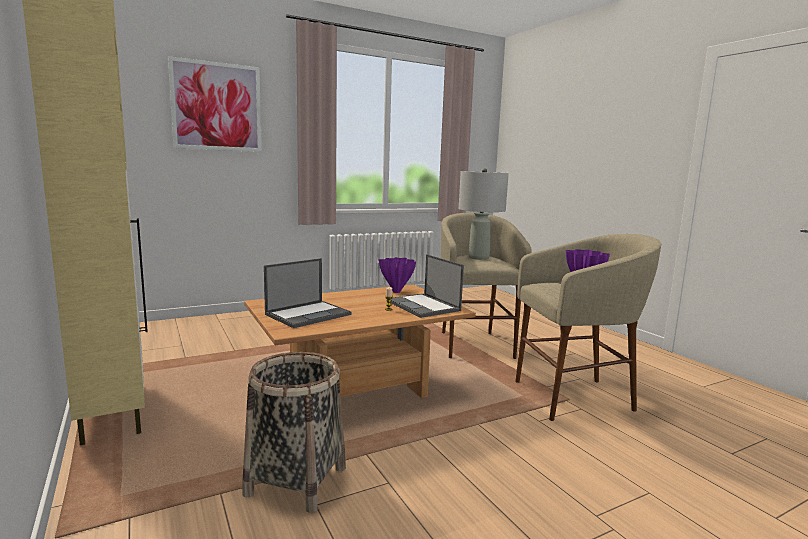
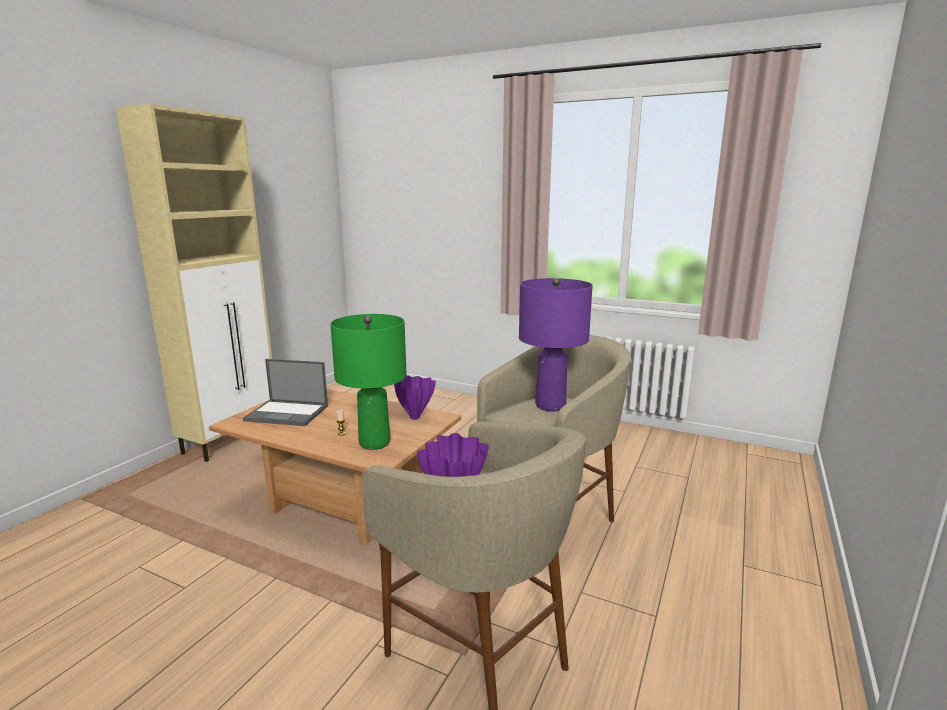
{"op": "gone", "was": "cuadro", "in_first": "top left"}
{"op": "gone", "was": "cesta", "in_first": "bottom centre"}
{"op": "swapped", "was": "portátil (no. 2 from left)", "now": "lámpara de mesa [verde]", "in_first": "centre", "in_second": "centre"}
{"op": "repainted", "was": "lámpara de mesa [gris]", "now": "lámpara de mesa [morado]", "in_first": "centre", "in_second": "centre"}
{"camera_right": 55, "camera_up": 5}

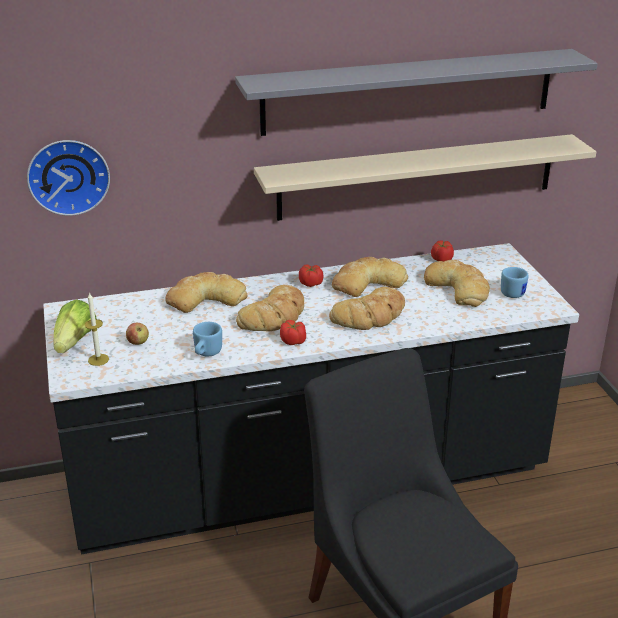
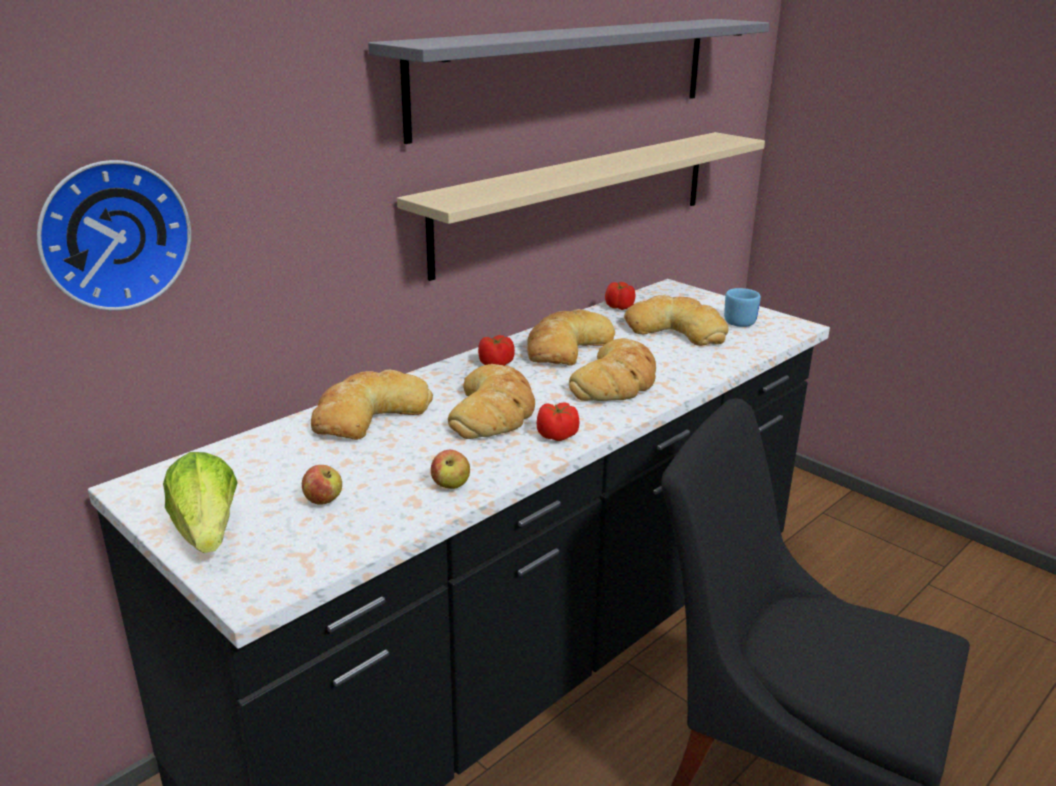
{"op": "gone", "was": "vela", "in_first": "middle left"}
{"op": "swapped", "was": "taza grande [azul] (no. 1 from left)", "now": "manzana (no. 2 from left)", "in_first": "centre", "in_second": "centre"}
{"camera_right": -30, "camera_up": -5}

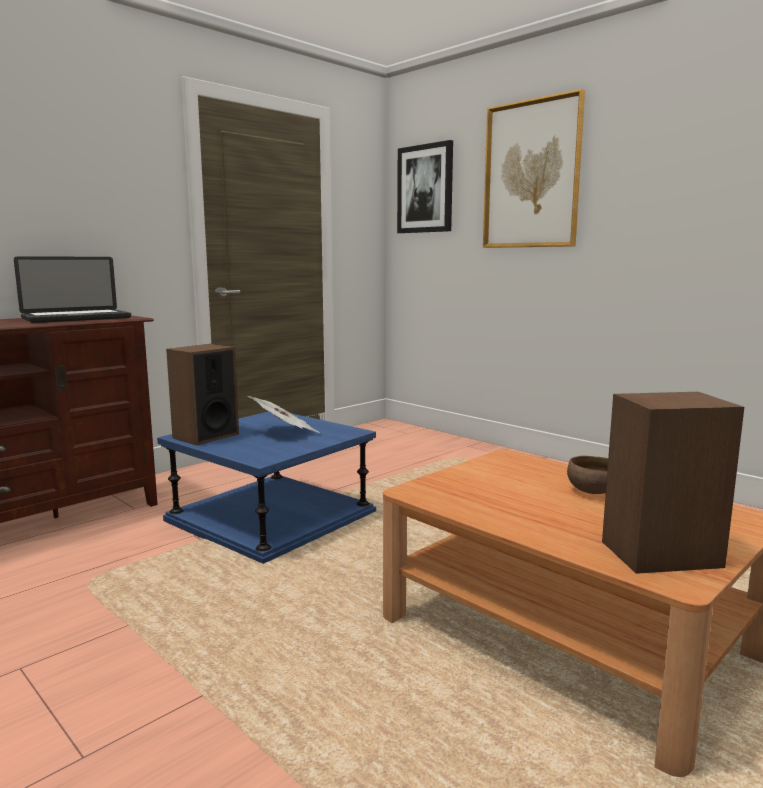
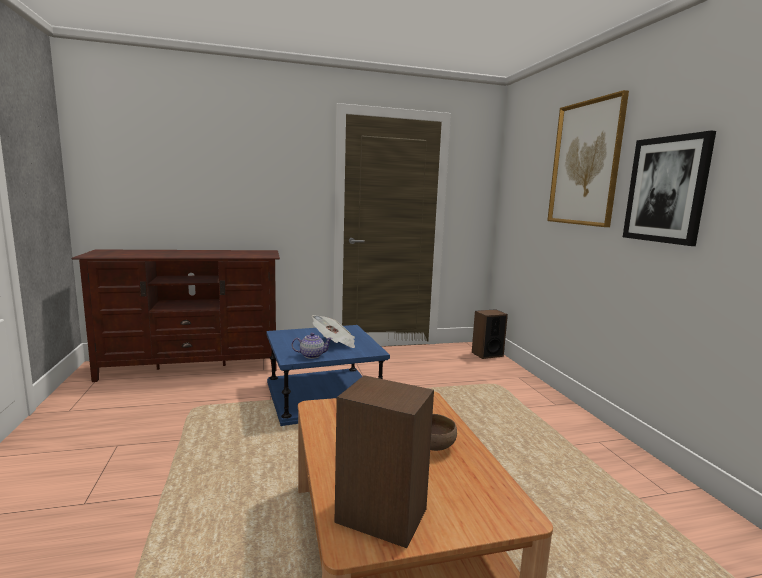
{"op": "gone", "was": "portátil", "in_first": "middle left"}
{"op": "shifted", "was": "altavoz (no. 1 from left in the first image)", "now": "altavoz (no. 2 from left)", "in_first": "middle left", "in_second": "centre"}
{"op": "shifted", "was": "cuadro (no. 1 from left in the first image)", "now": "cuadro (no. 2 from left)", "in_first": "top centre", "in_second": "top right"}
{"op": "new", "now": "tetera", "in_second": "centre"}
{"camera_right": 30, "camera_up": 0}

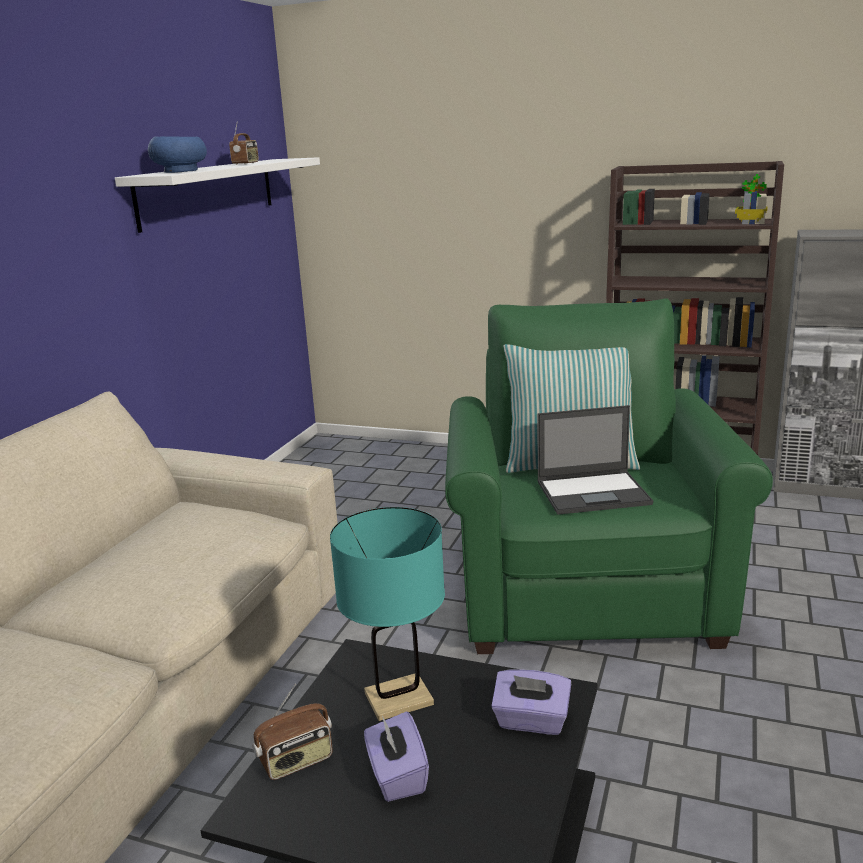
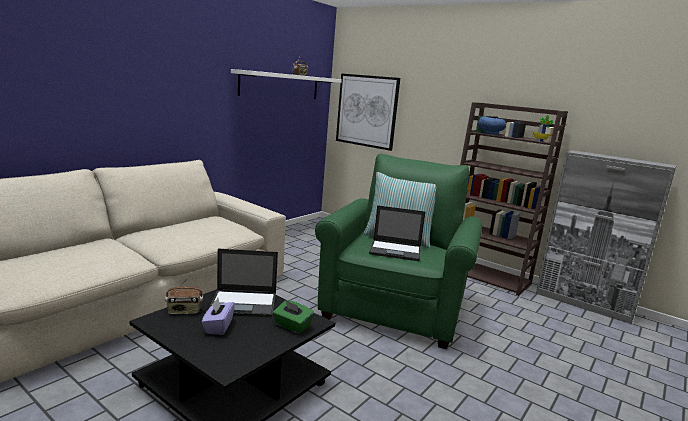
{"op": "shifted", "was": "cuenco [azul]", "in_first": "top left", "in_second": "top right"}
{"op": "swapped", "was": "lámpara de mesa [turquesa]", "now": "portátil (no. 1 from left)", "in_first": "bottom centre", "in_second": "bottom centre"}
{"op": "repainted", "was": "caja de pañuelos [morado] (no. 2 from left)", "now": "caja de pañuelos [verde]", "in_first": "bottom centre", "in_second": "bottom centre"}
{"op": "new", "now": "cuadro", "in_second": "top centre"}
{"camera_right": 15, "camera_up": -5}

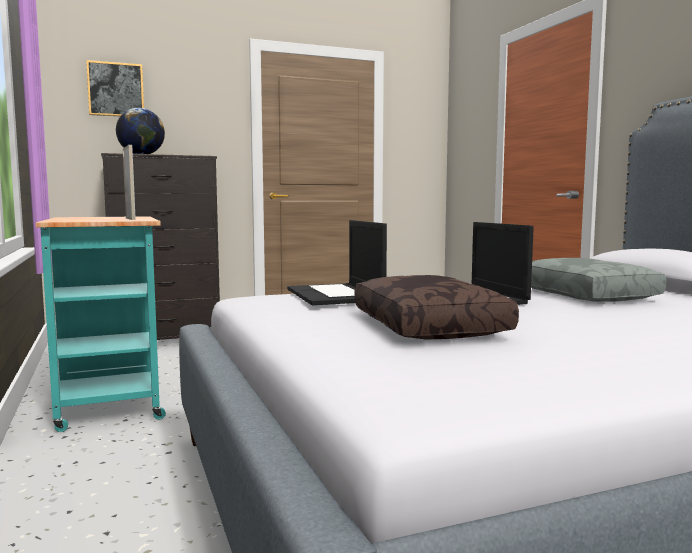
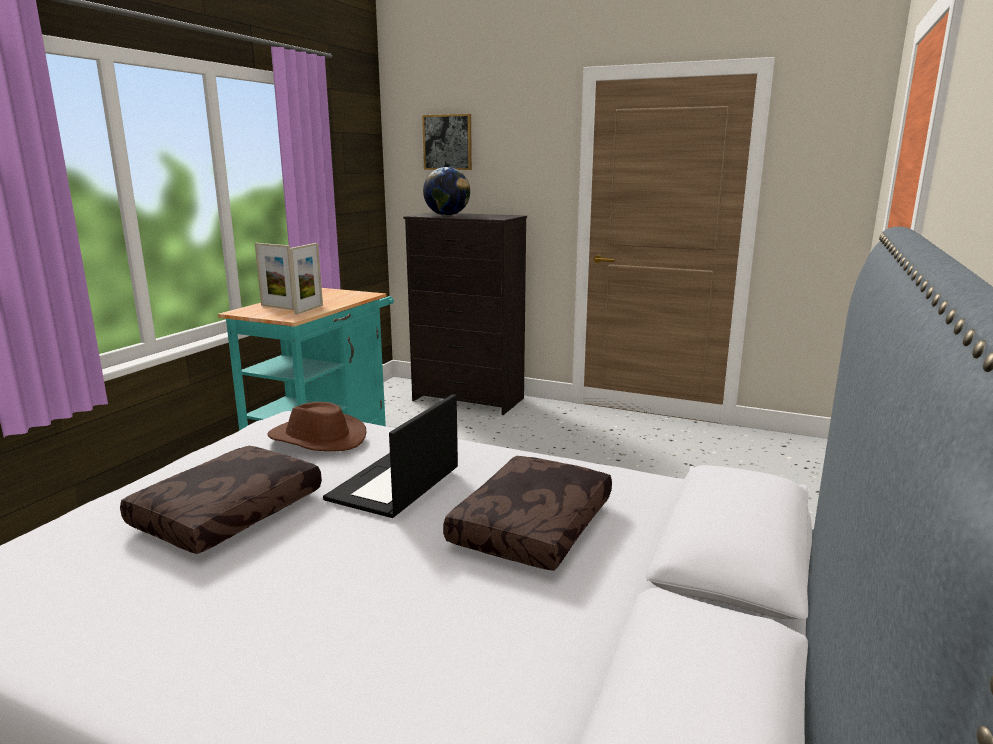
{"op": "swapped", "was": "portátil (no. 1 from left)", "now": "sombrero [marrón]", "in_first": "centre", "in_second": "middle left"}
{"op": "repainted", "was": "cojín [gris]", "now": "cojín [marrón] (no. 2 from left)", "in_first": "middle right", "in_second": "bottom centre"}
{"op": "new", "now": "portarretratos (no. 1 from left)", "in_second": "middle left"}
{"camera_right": 45, "camera_up": 10}

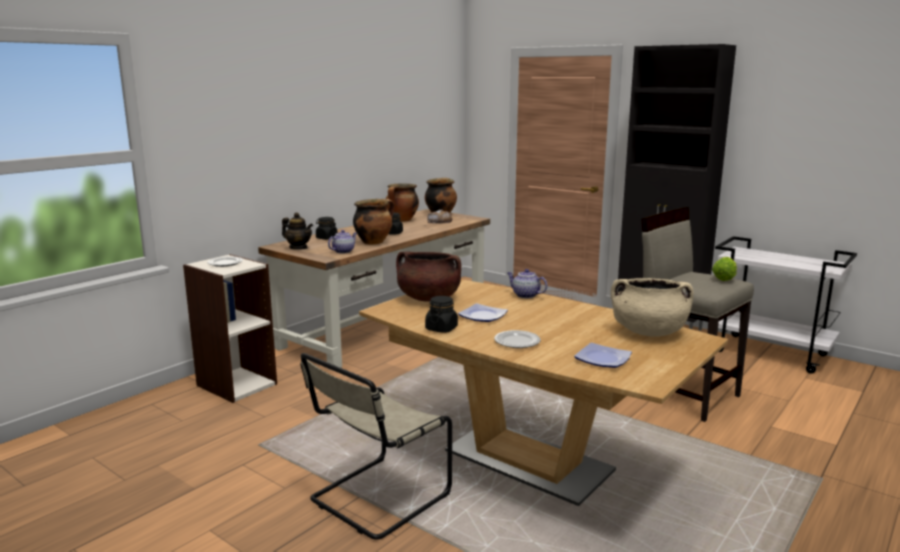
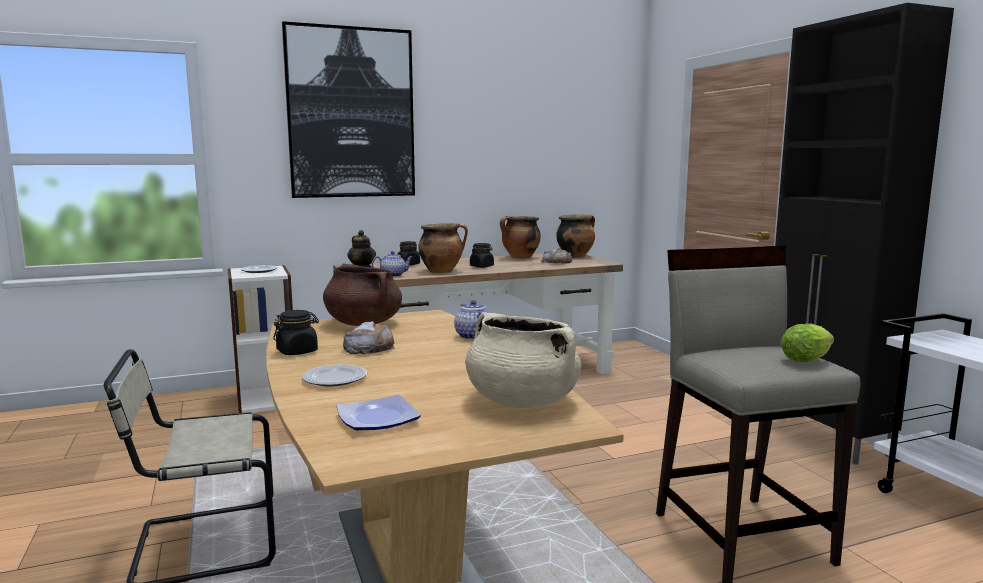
{"op": "swapped", "was": "plato (no. 2 from left)", "now": "pan (no. 1 from left)", "in_first": "centre", "in_second": "centre"}
{"op": "new", "now": "cuadro", "in_second": "top centre"}
{"camera_right": 30, "camera_up": -5}

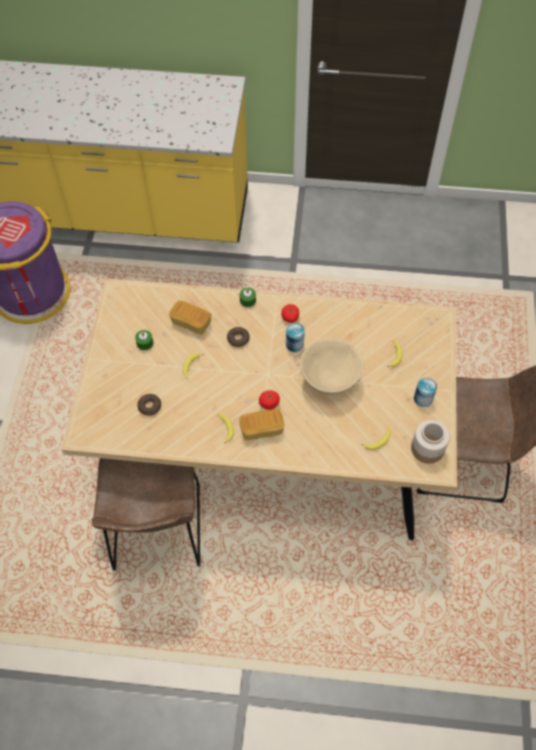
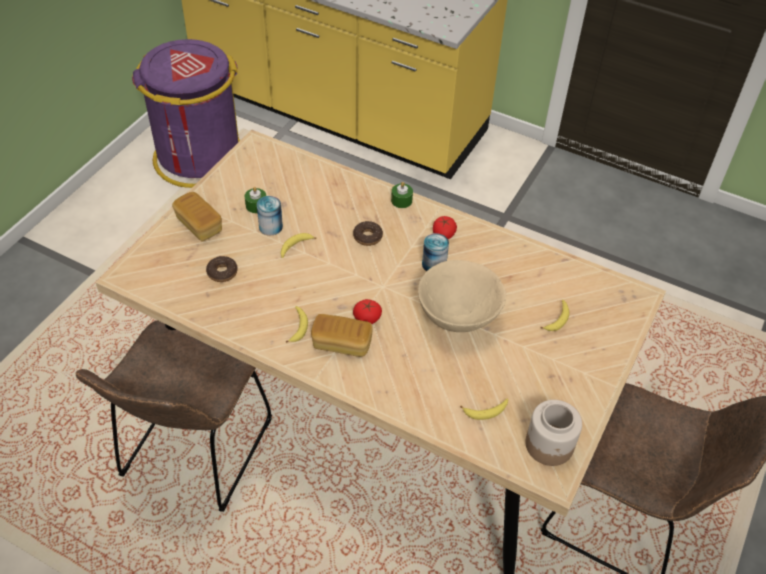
{"op": "shifted", "was": "pan (no. 1 from left)", "in_first": "centre", "in_second": "middle left"}
{"op": "shifted", "was": "lata (no. 2 from left in the first image)", "now": "lata (no. 1 from left)", "in_first": "middle right", "in_second": "centre"}
{"camera_right": 20, "camera_up": -10}

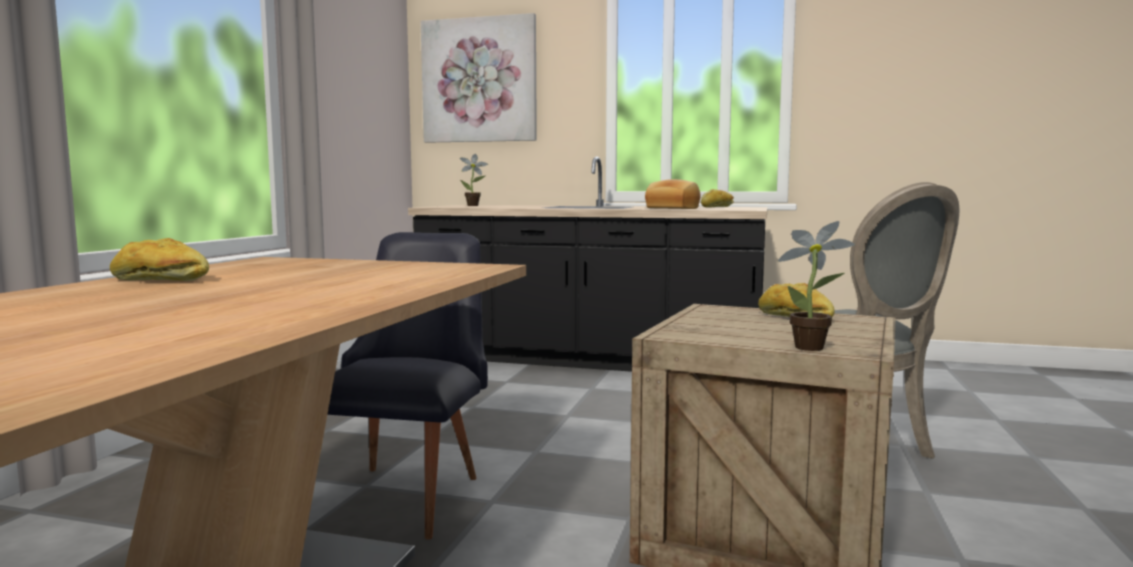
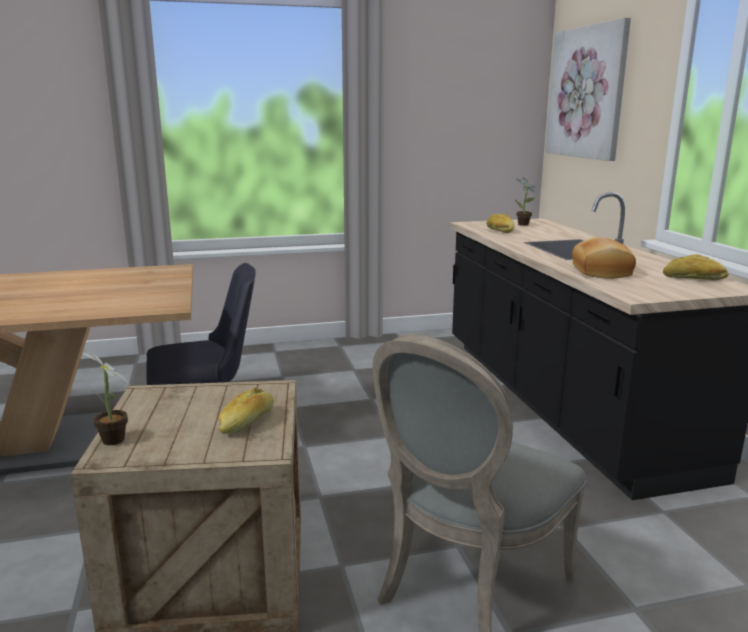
{"op": "shifted", "was": "pan (no. 1 from left in the first image)", "now": "pan (no. 2 from left)", "in_first": "middle left", "in_second": "middle right"}
{"camera_right": 60, "camera_up": 10}

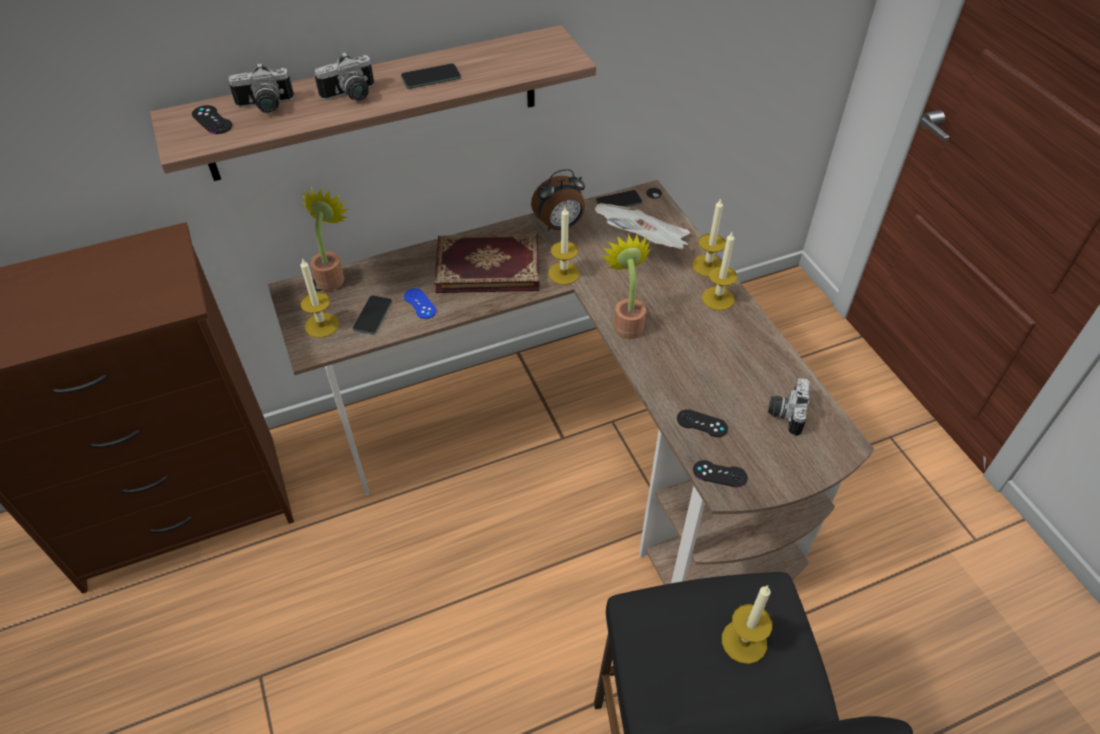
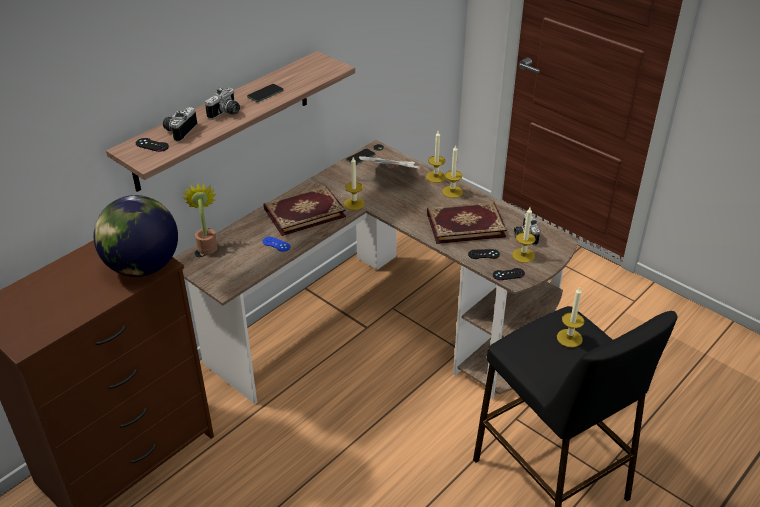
{"op": "rotated", "was": "cámara (no. 1 from left)", "in_first": "top left", "in_second": "top left", "clockwise": 150}
{"op": "shifted", "was": "vela (no. 1 from left in the first image)", "now": "vela (no. 4 from left)", "in_first": "middle left", "in_second": "middle right"}
{"op": "gone", "was": "móvil (no. 1 from left)", "in_first": "centre"}
{"op": "gone", "was": "despertador", "in_first": "top centre"}
{"op": "gone", "was": "planta en maceta (no. 2 from left)", "in_first": "centre"}
{"op": "new", "now": "globo terráqueo", "in_second": "middle left"}
{"op": "new", "now": "libro (no. 2 from left)", "in_second": "centre"}
{"camera_right": -25, "camera_up": -10}

